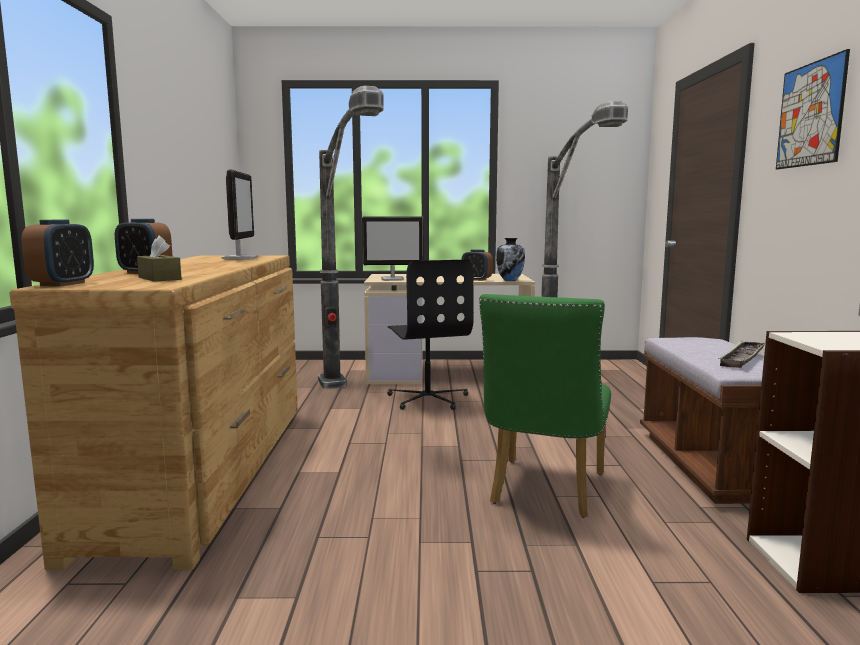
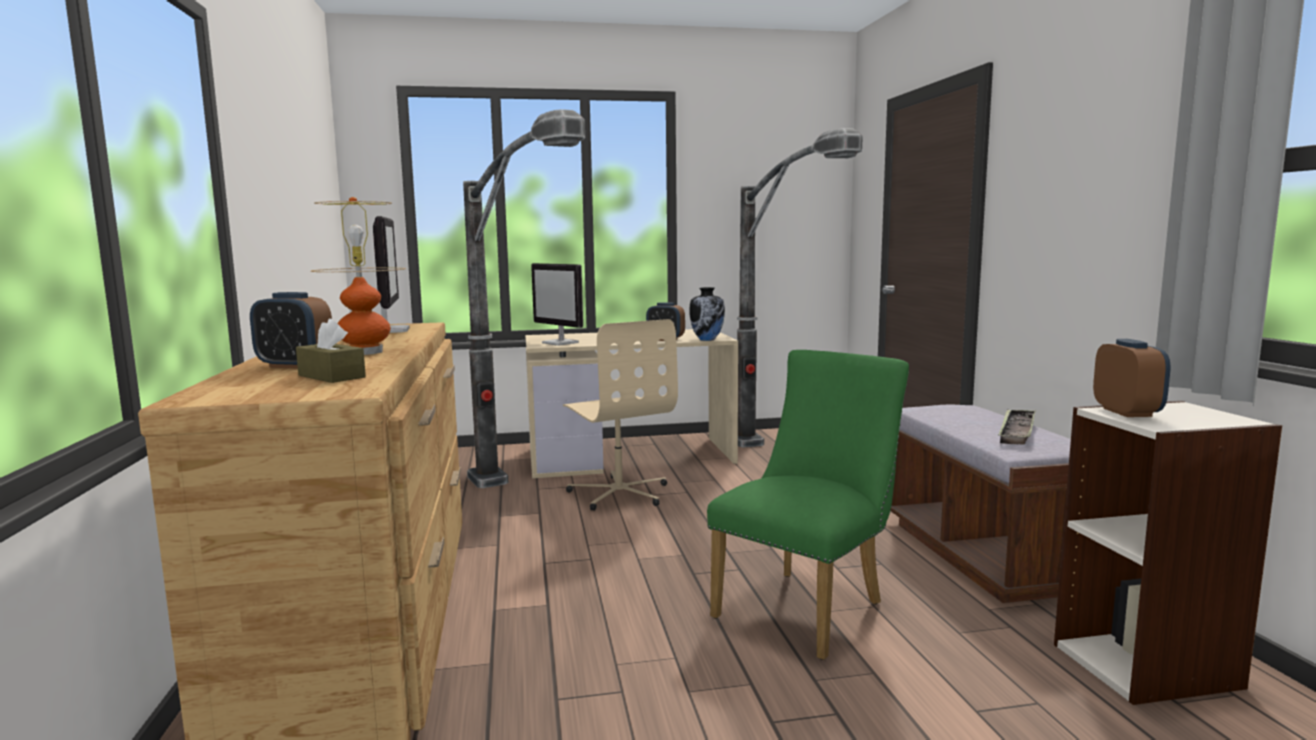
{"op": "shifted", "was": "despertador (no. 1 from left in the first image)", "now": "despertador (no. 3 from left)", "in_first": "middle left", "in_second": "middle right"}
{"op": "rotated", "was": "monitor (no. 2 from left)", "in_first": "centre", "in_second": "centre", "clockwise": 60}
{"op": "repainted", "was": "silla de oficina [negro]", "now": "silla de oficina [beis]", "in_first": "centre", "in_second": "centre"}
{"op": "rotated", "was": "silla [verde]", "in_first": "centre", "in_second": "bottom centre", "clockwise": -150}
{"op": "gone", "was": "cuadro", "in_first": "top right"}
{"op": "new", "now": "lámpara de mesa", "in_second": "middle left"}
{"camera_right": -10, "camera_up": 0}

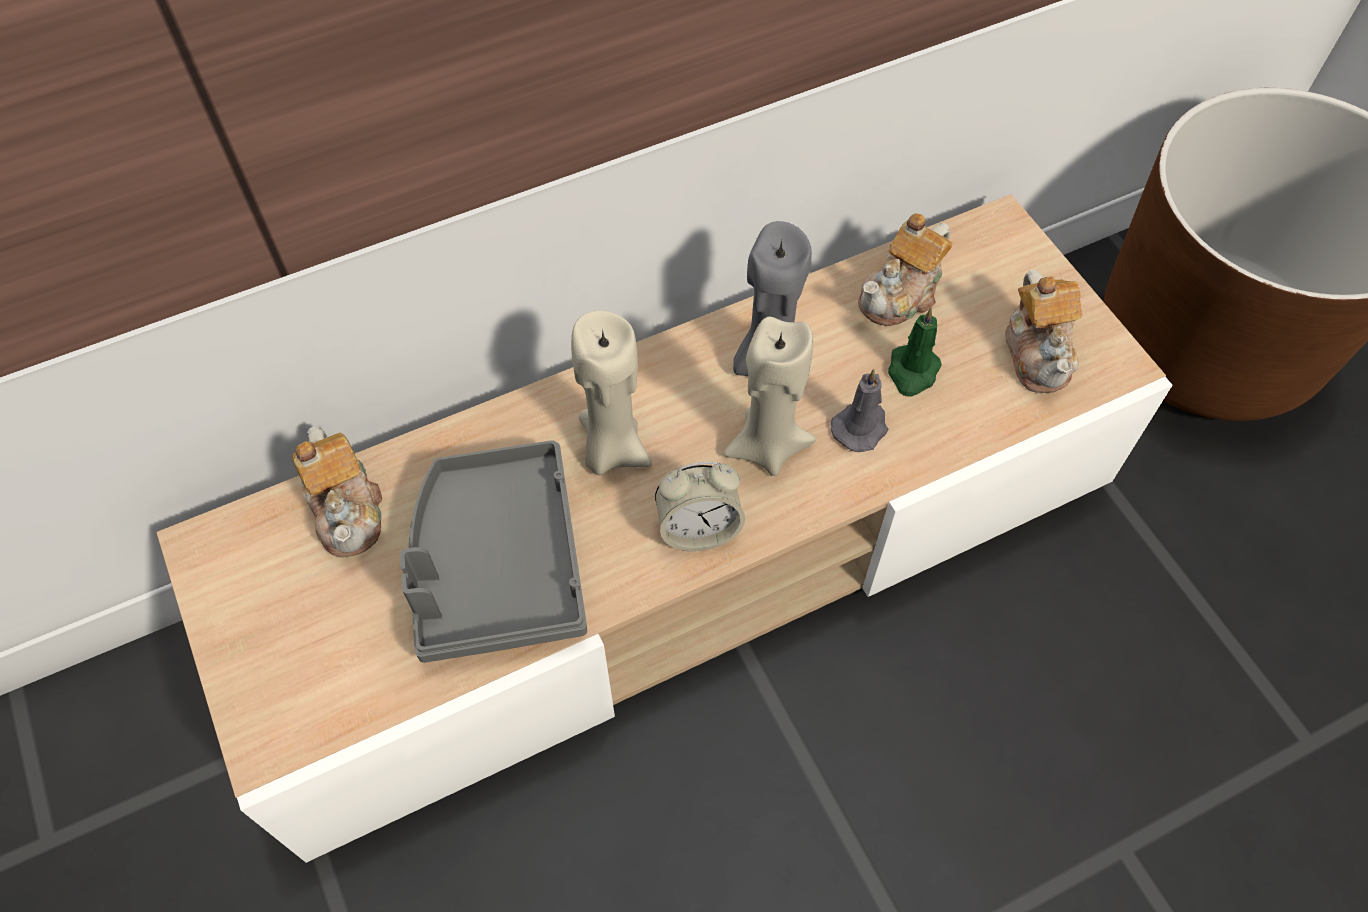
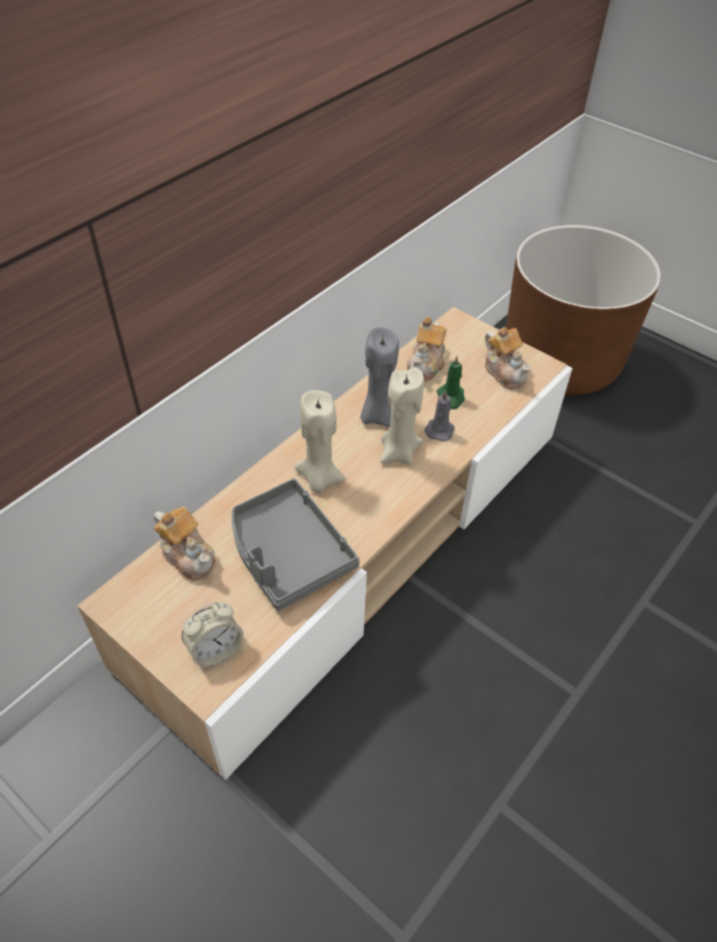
{"op": "shifted", "was": "despertador", "in_first": "centre", "in_second": "bottom left"}
{"camera_right": -25, "camera_up": -10}

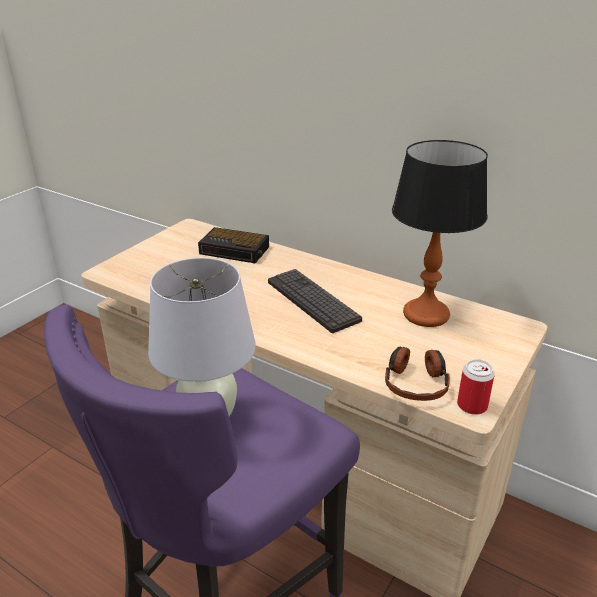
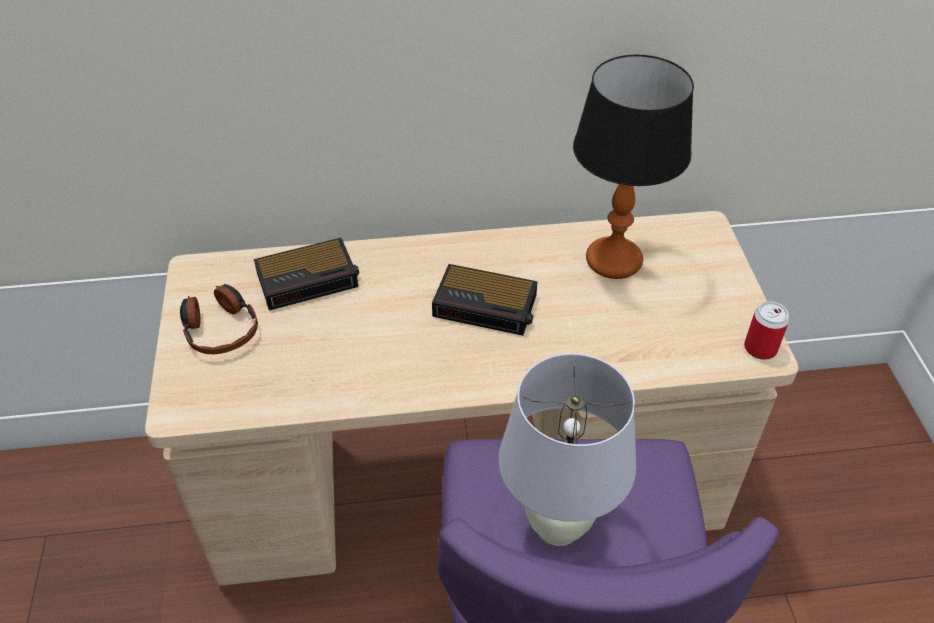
{"op": "swapped", "was": "teclado", "now": "despertador (no. 2 from left)", "in_first": "centre", "in_second": "centre"}
{"op": "shifted", "was": "auriculares", "in_first": "middle right", "in_second": "middle left"}
{"camera_right": -40, "camera_up": 15}

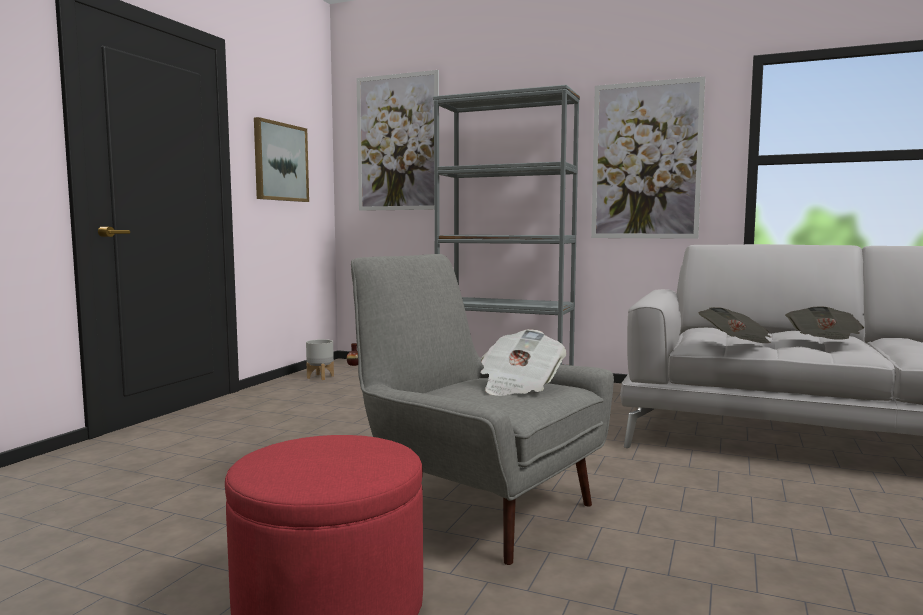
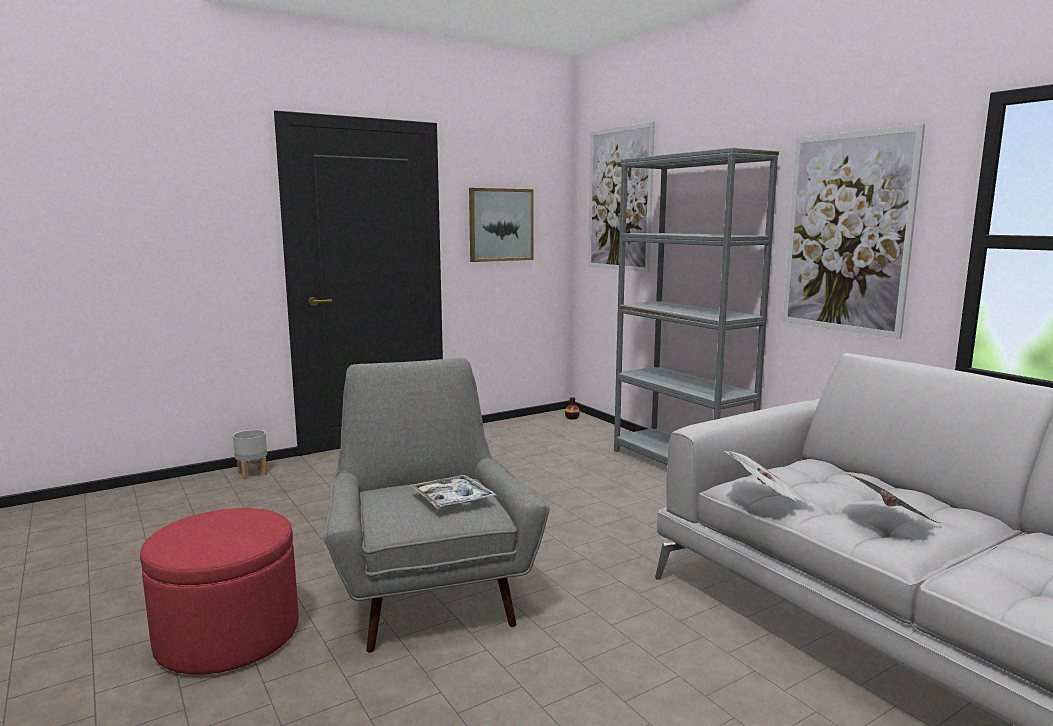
{"op": "shifted", "was": "maceta [gris]", "in_first": "centre", "in_second": "middle left"}
{"op": "swapped", "was": "periódico (no. 1 from left)", "now": "bandeja", "in_first": "centre", "in_second": "bottom centre"}
{"camera_right": 35, "camera_up": 5}

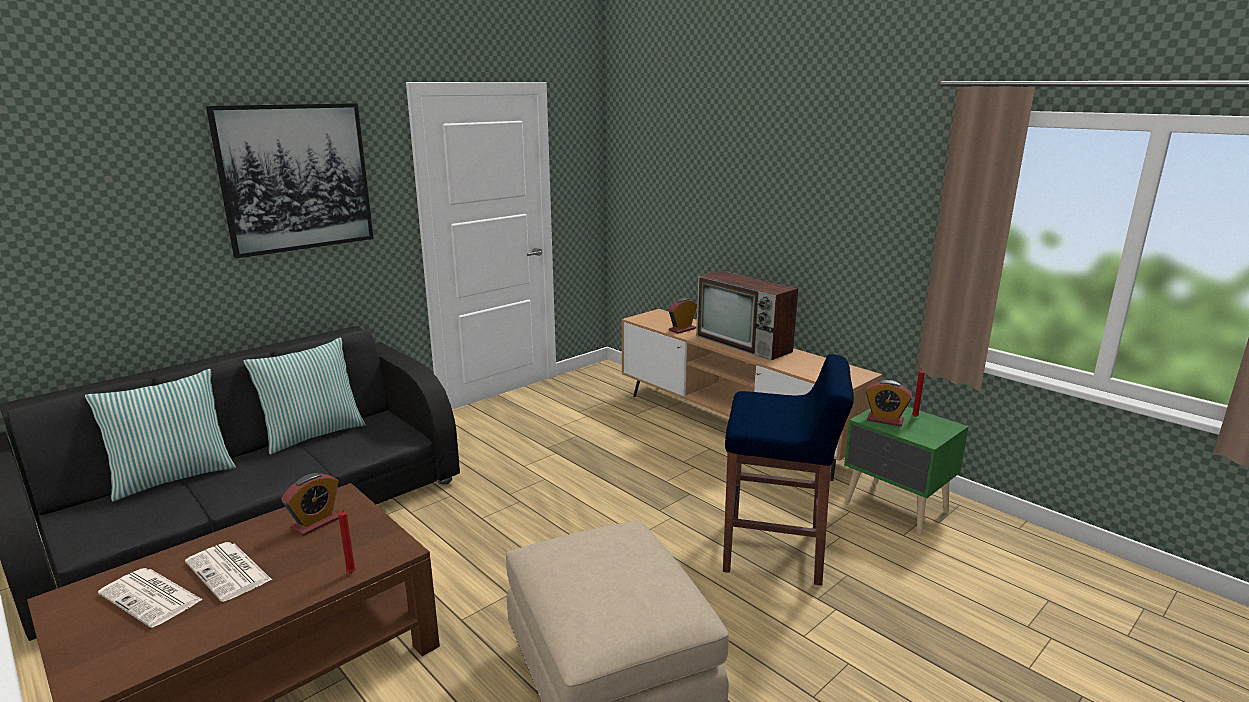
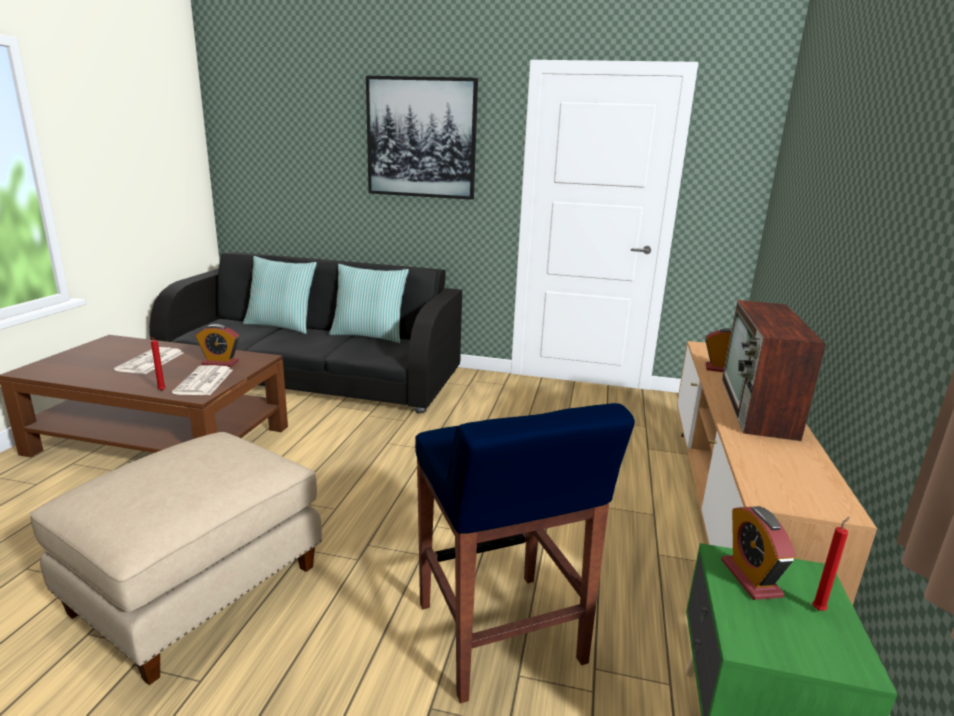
{"op": "shifted", "was": "periódico (no. 1 from left in the first image)", "now": "periódico (no. 2 from left)", "in_first": "bottom left", "in_second": "middle left"}
{"camera_right": 55, "camera_up": 0}

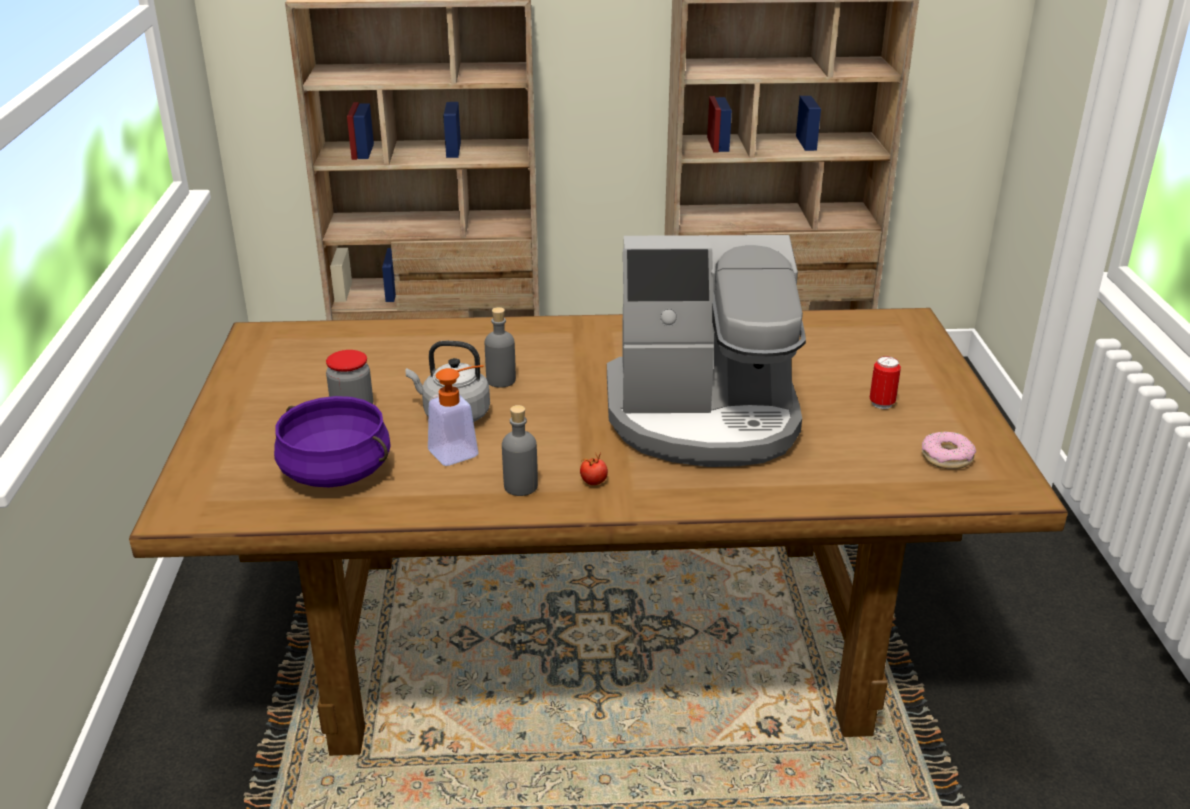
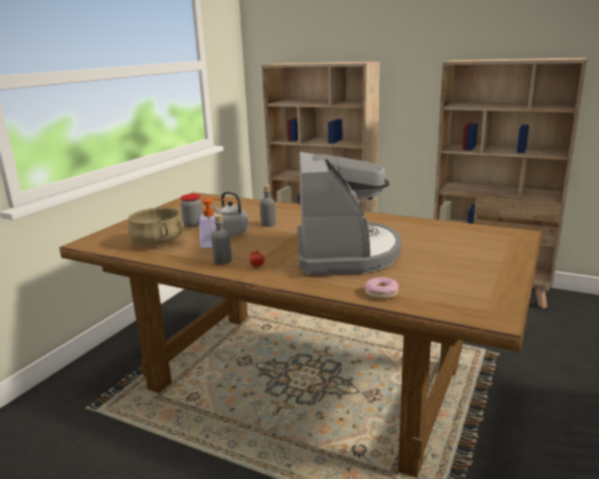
{"op": "repainted", "was": "olla [morado]", "now": "olla [beis]", "in_first": "middle left", "in_second": "middle left"}
{"op": "rotated", "was": "cafetera", "in_first": "centre", "in_second": "centre", "clockwise": -120}
{"op": "gone", "was": "lata", "in_first": "middle right"}
{"op": "shifted", "was": "rosquilla", "in_first": "middle right", "in_second": "centre"}
{"camera_right": 30, "camera_up": -10}

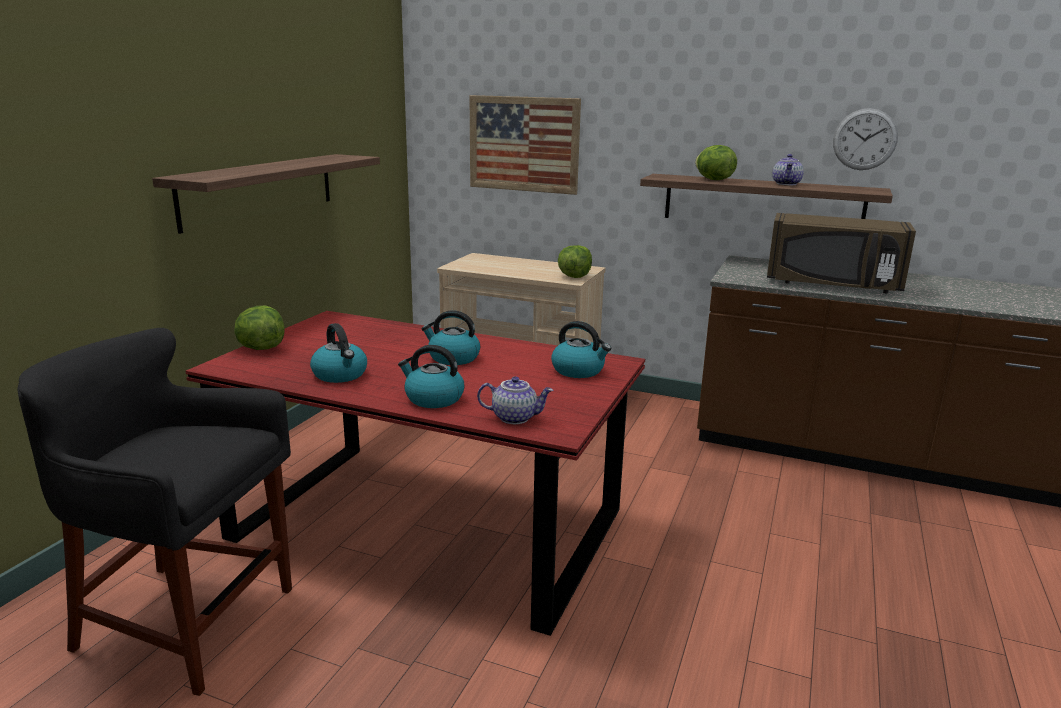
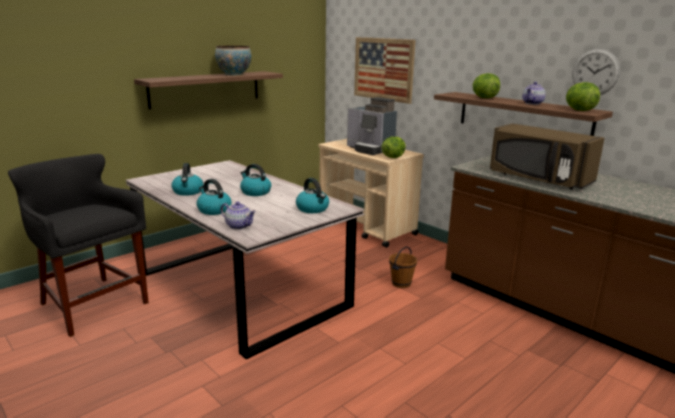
{"op": "repainted", "was": "mesa de comedor [rojo]", "now": "mesa de comedor [gris]", "in_first": "bottom centre", "in_second": "centre"}
{"op": "shifted", "was": "lechuga (no. 1 from left in the first image)", "now": "lechuga (no. 3 from left)", "in_first": "middle left", "in_second": "top right"}
{"op": "new", "now": "cuenco", "in_second": "top centre"}
{"op": "new", "now": "cafetera", "in_second": "top centre"}
{"op": "new", "now": "cubo [marrón]", "in_second": "centre"}
{"camera_right": 25, "camera_up": 0}

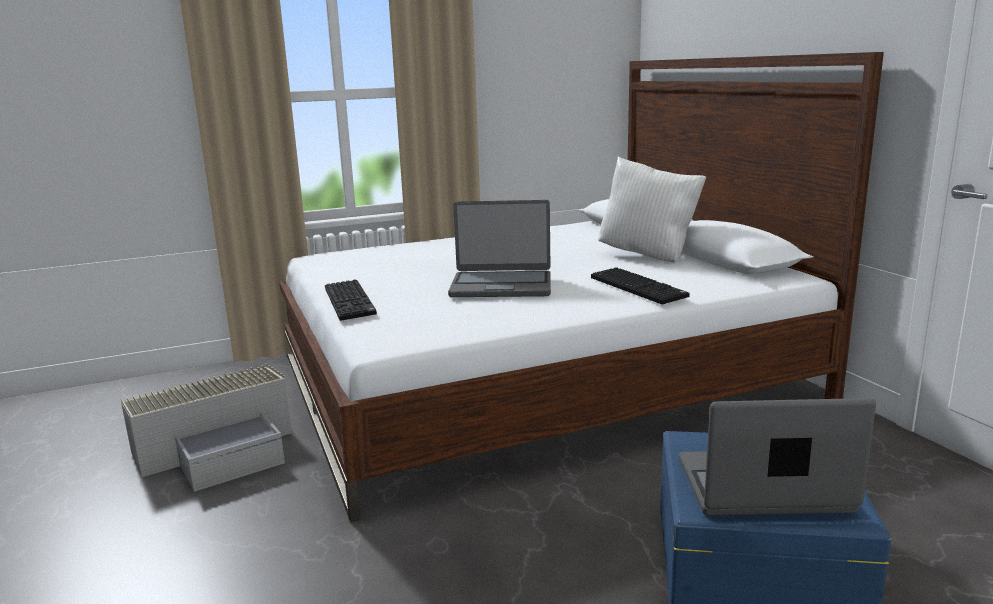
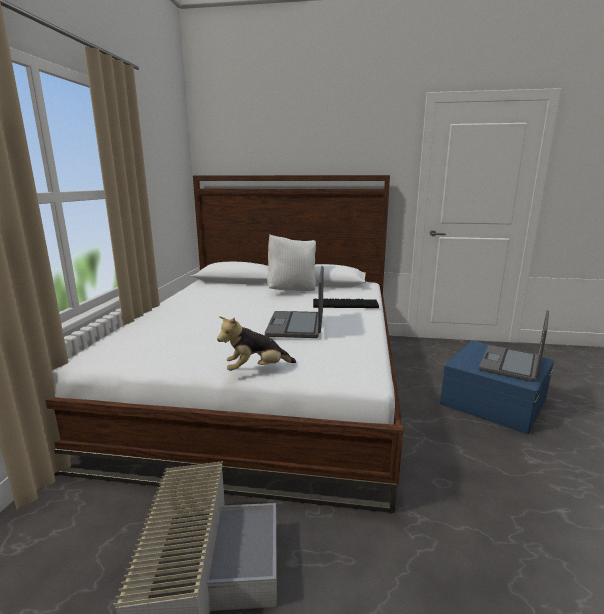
{"op": "swapped", "was": "teclado (no. 1 from left)", "now": "peluche", "in_first": "centre", "in_second": "centre"}
{"op": "rotated", "was": "portátil (no. 1 from left)", "in_first": "centre", "in_second": "centre", "clockwise": 150}
{"camera_right": -60, "camera_up": 0}

